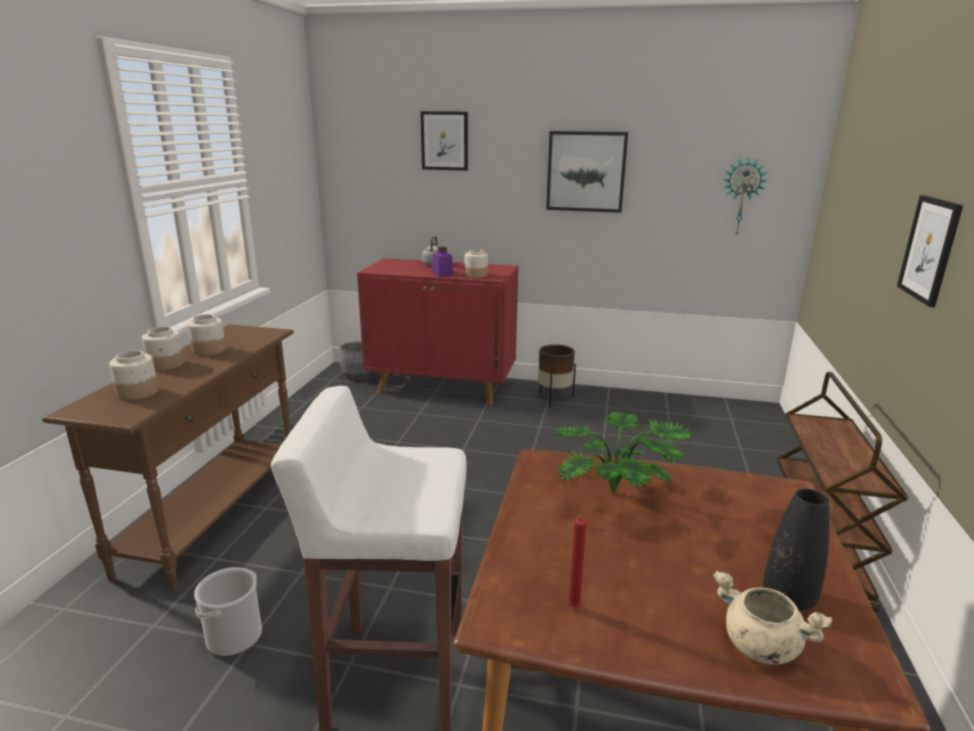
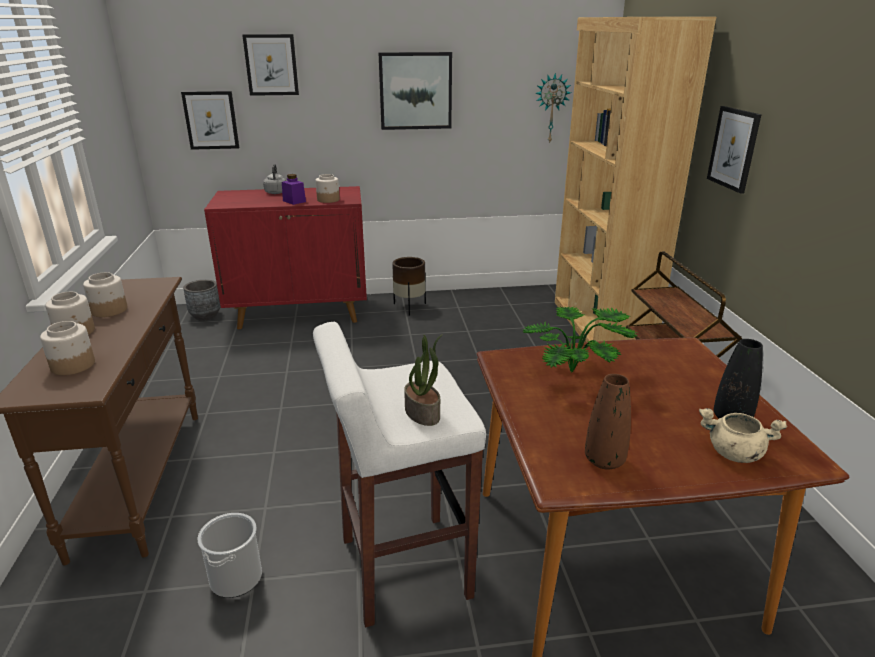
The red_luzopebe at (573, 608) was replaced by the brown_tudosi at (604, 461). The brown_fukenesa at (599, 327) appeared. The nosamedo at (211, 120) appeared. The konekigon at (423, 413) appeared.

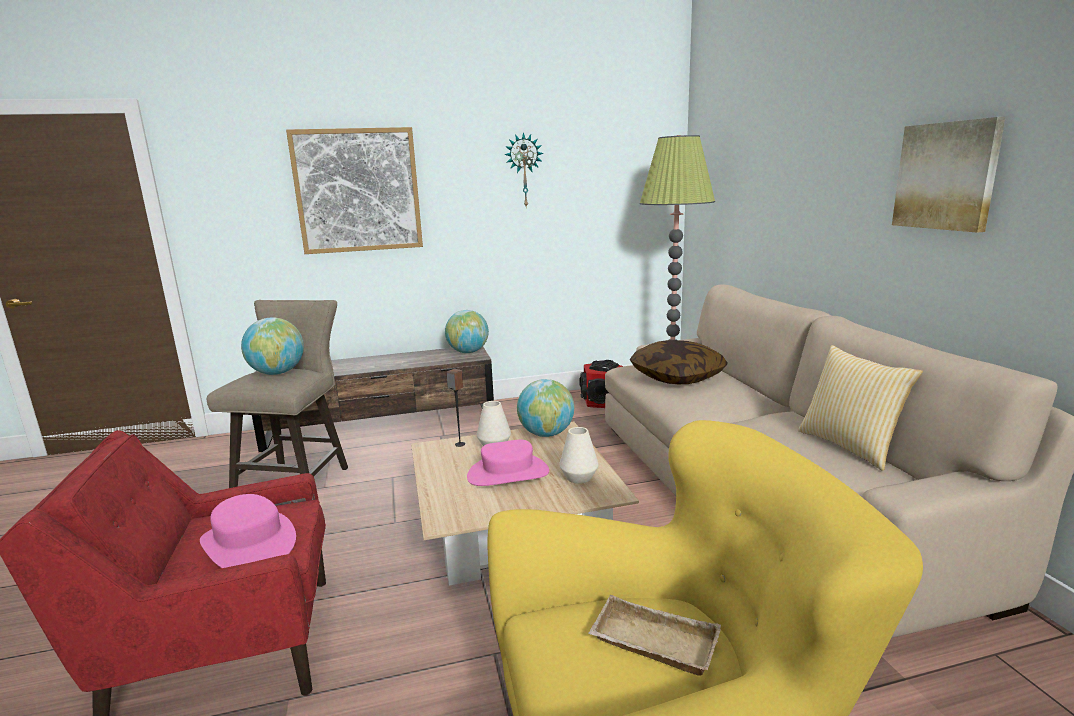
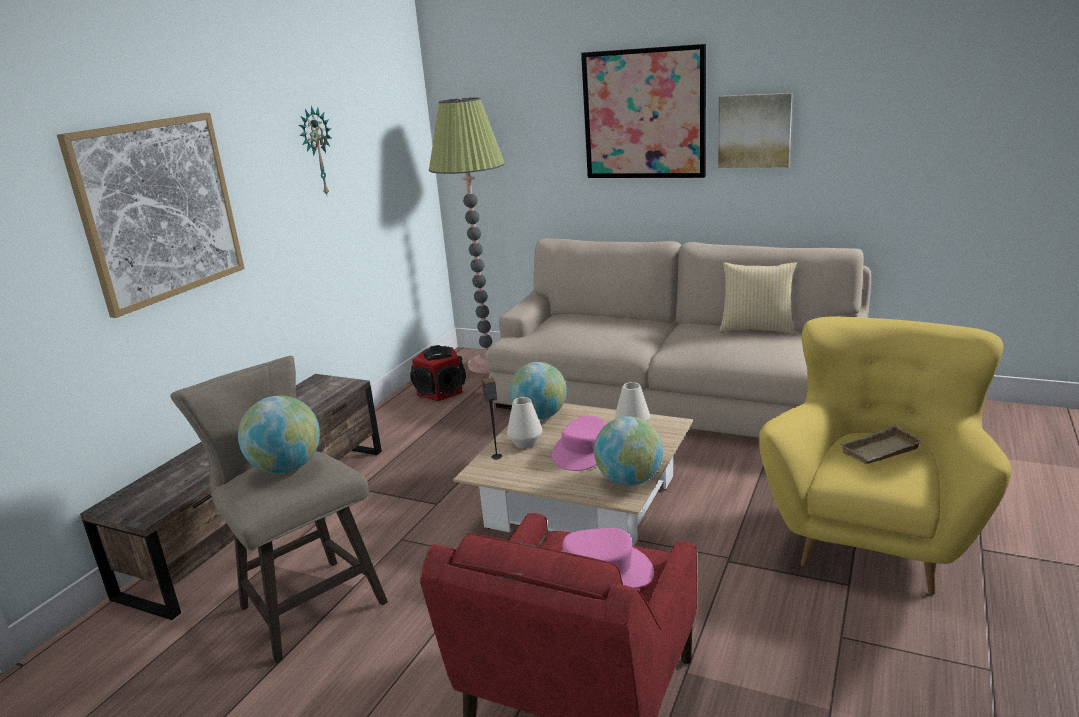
The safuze moved from (468, 352) to (629, 480). The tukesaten at (677, 377) disappeared. The nosamedo at (644, 114) appeared.

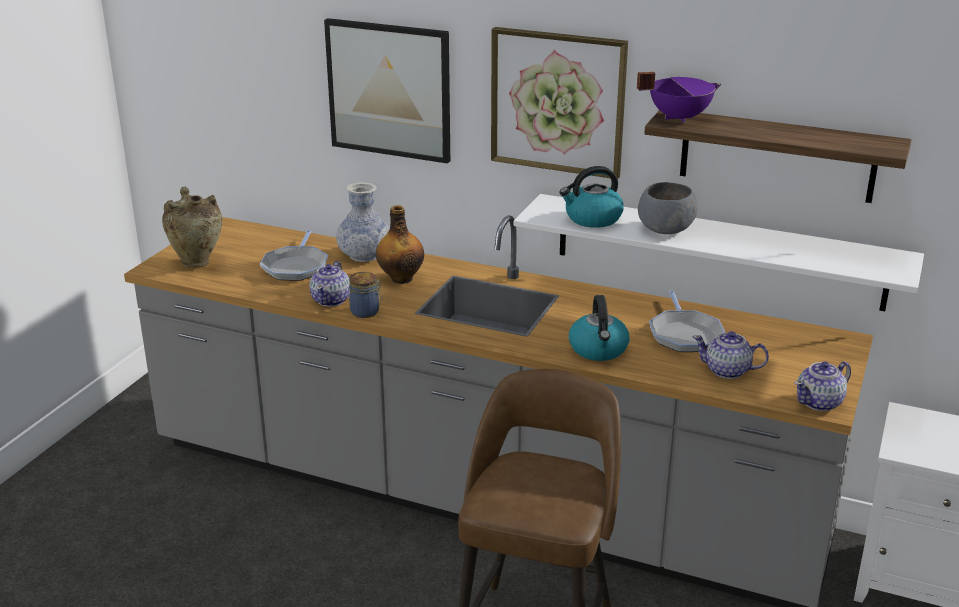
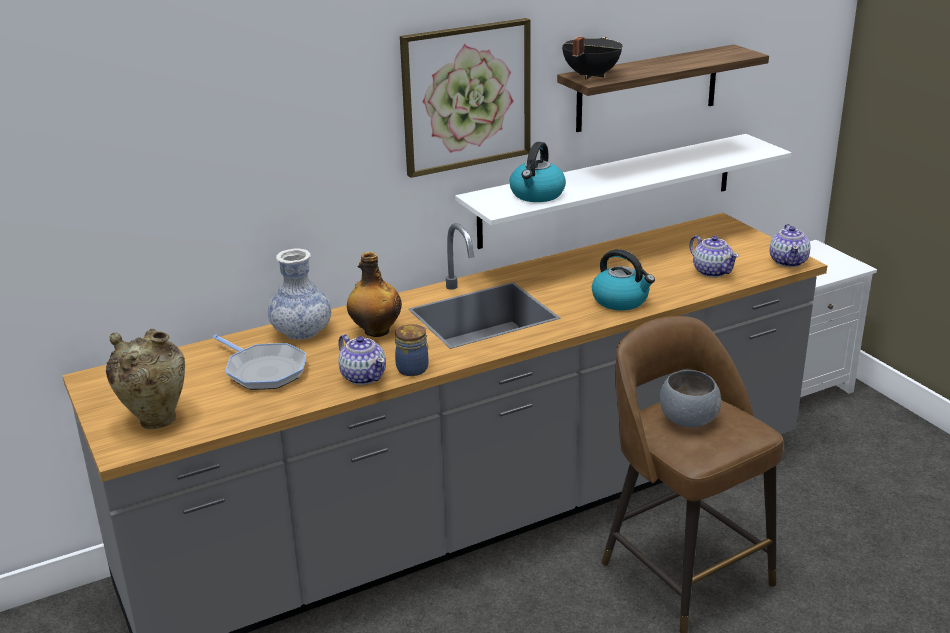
The nosamedo at (389, 90) disappeared. The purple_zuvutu at (678, 117) became the black_zuvutu at (590, 75). The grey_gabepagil moved from (664, 229) to (688, 420). The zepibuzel at (684, 334) disappeared. The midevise at (728, 371) turned 90 degrees counterclockwise.

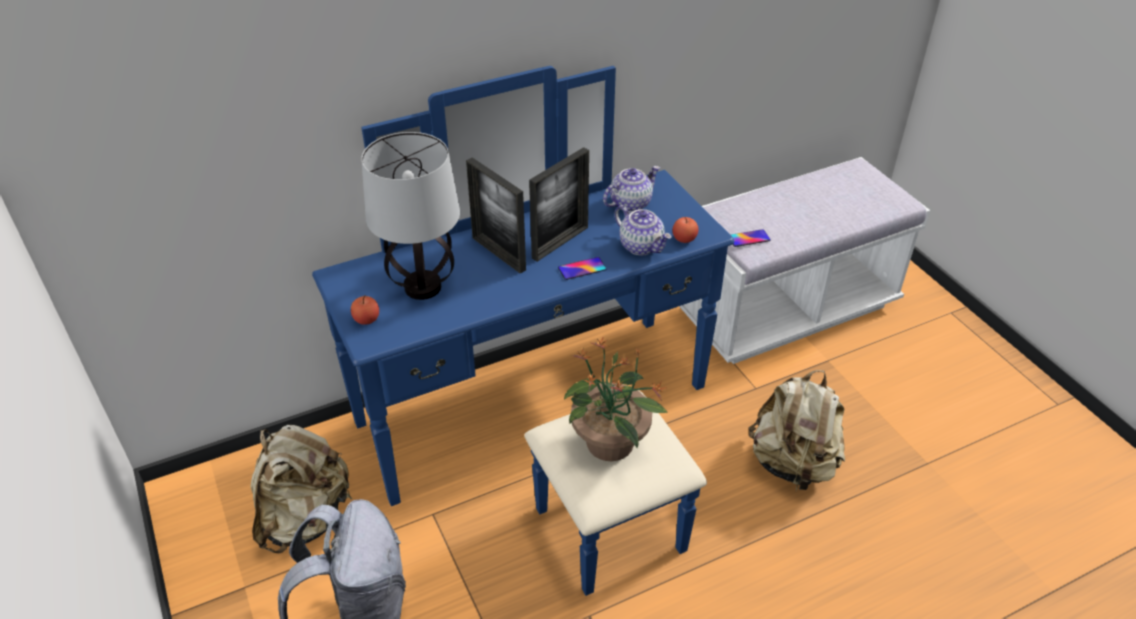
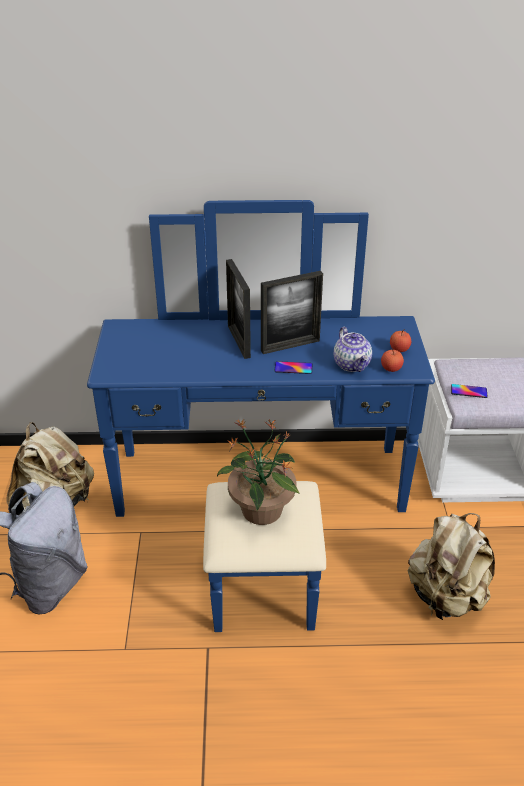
The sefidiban at (422, 287) disappeared. The midevise at (630, 203) disappeared. The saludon moved from (366, 319) to (399, 349).

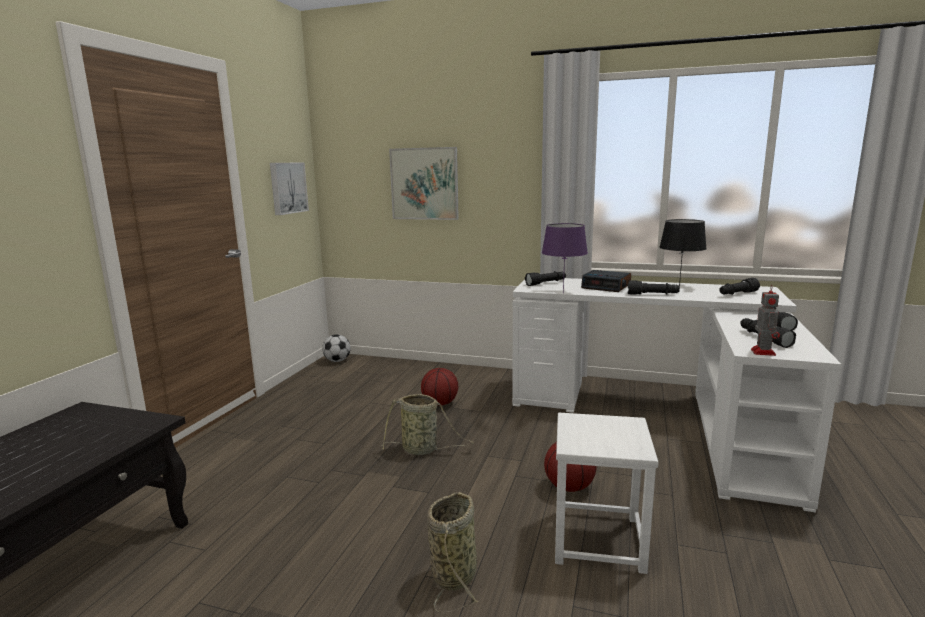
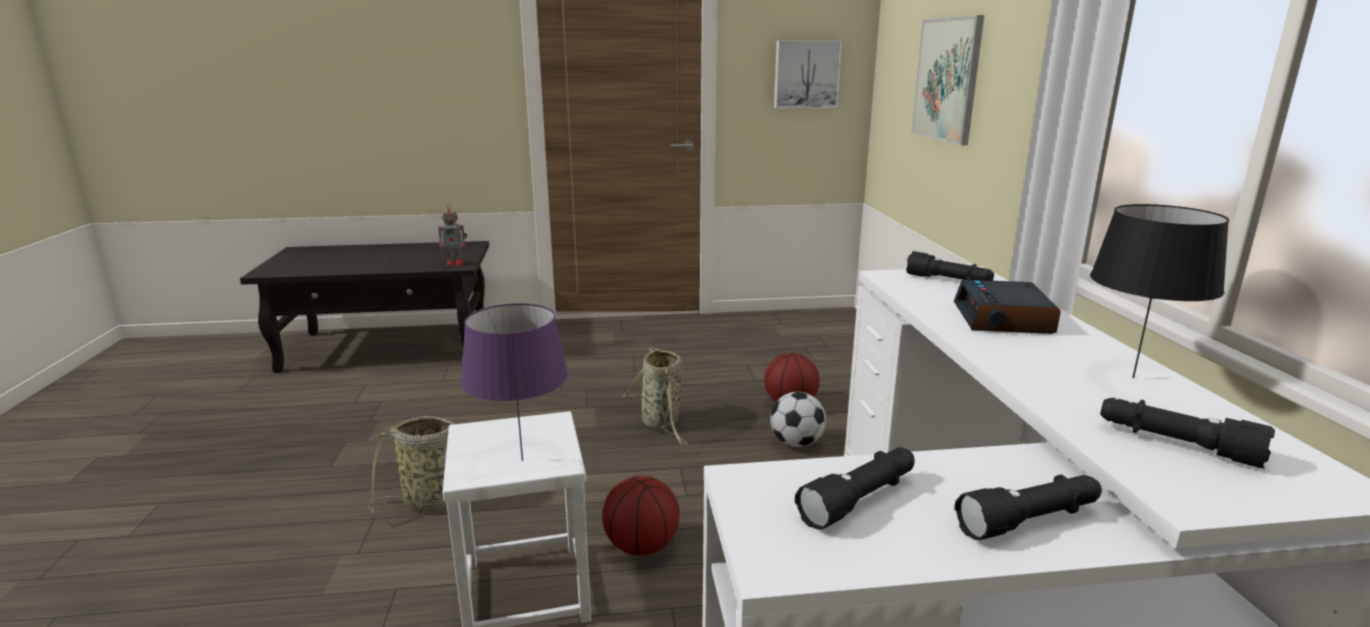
The purple_sefidiban moved from (563, 293) to (521, 460). The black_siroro at (652, 295) disappeared. The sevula moved from (762, 352) to (456, 263). The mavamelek moved from (337, 361) to (797, 443).

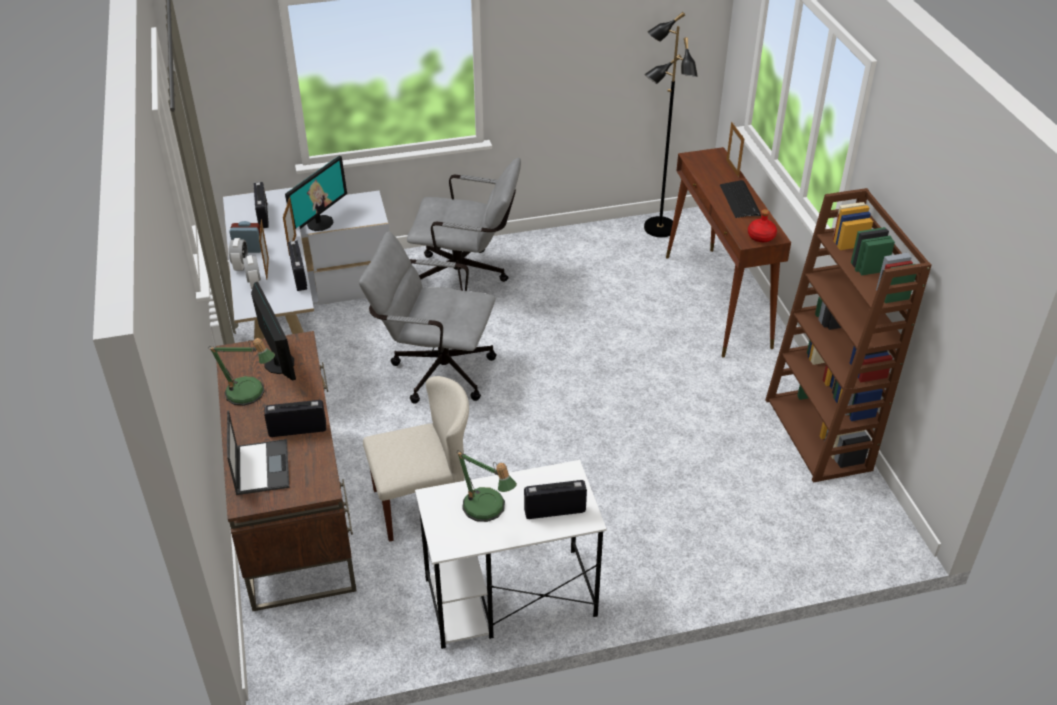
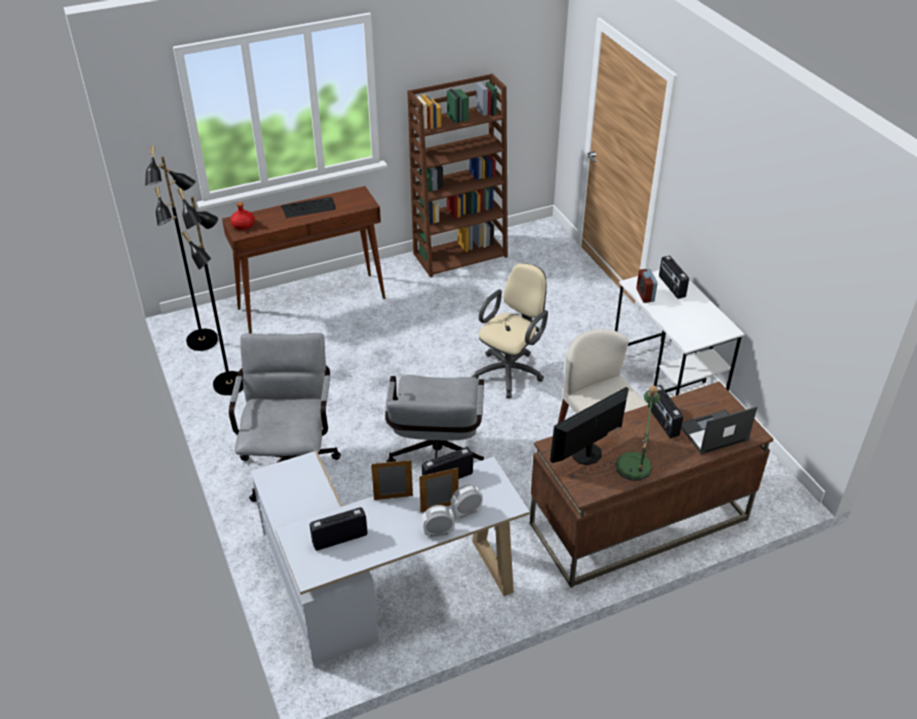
The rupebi at (732, 168) disappeared. The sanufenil at (319, 223) disappeared. The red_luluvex moved from (761, 237) to (243, 225). The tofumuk moved from (248, 249) to (645, 295). The sefidiban at (487, 511) disappeared. The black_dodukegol at (231, 384) appeared. The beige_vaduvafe at (510, 371) appeared.

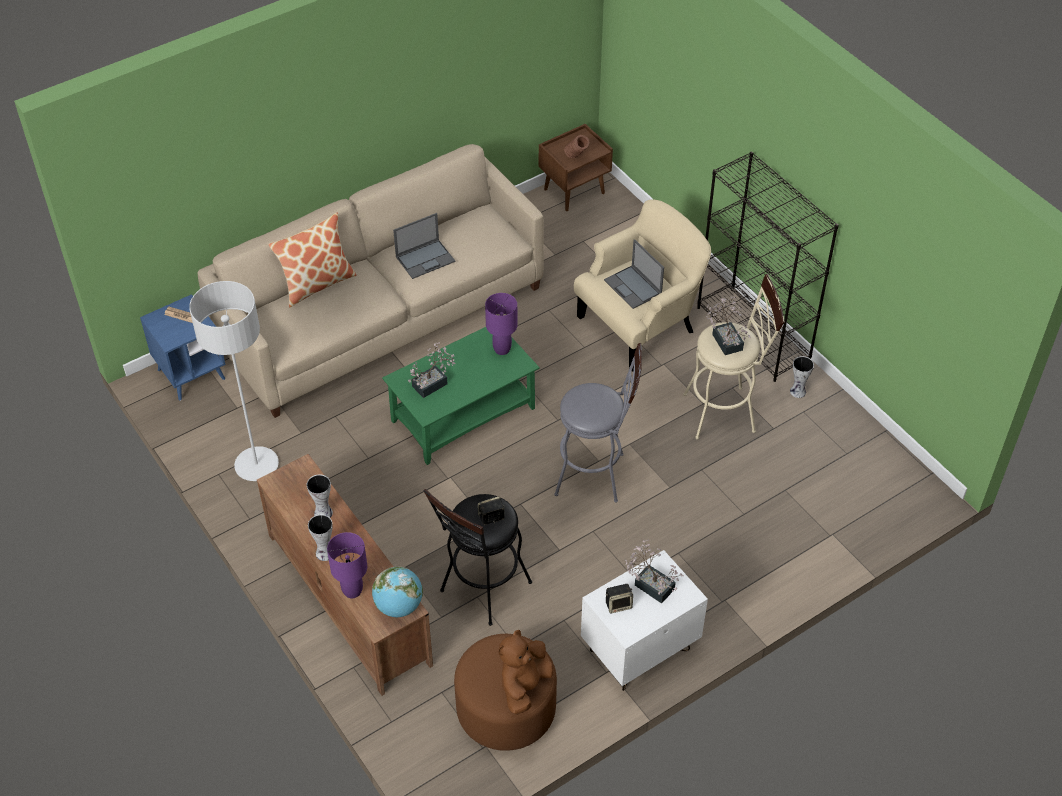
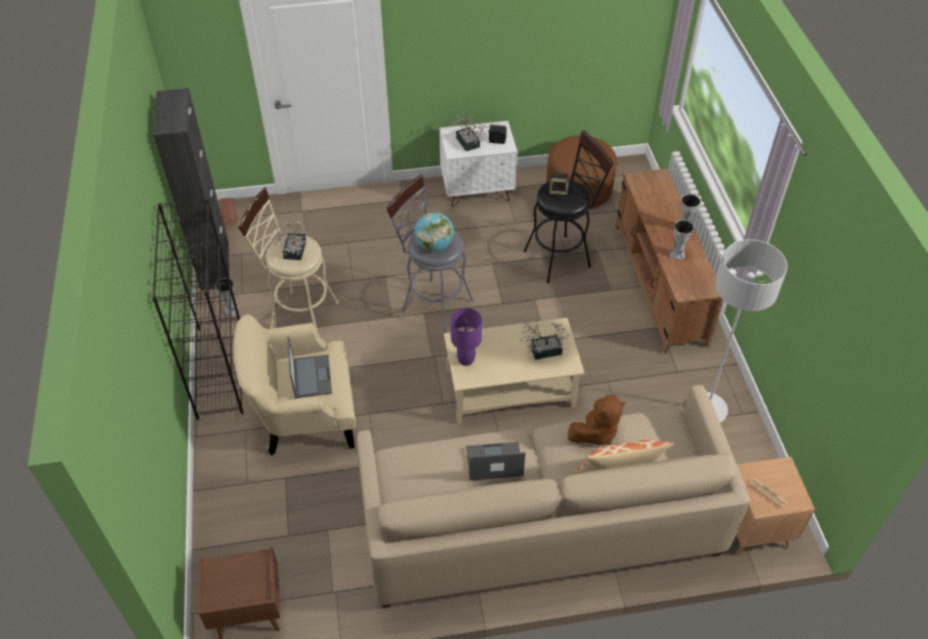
The brown_tudosi moved from (576, 159) to (230, 221). The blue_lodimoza at (191, 374) became the brown_lodimoza at (754, 528). The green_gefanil at (464, 414) became the beige_gefanil at (509, 390). The purple_sefidiban at (352, 591) disappeared. The safuze moved from (399, 606) to (434, 245). The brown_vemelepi moved from (524, 686) to (596, 432). The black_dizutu at (215, 266) appeared.

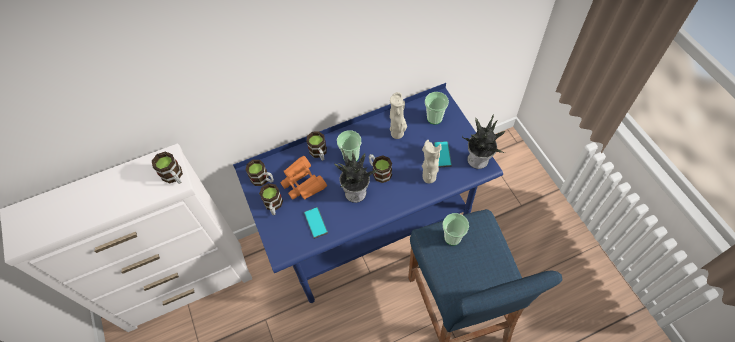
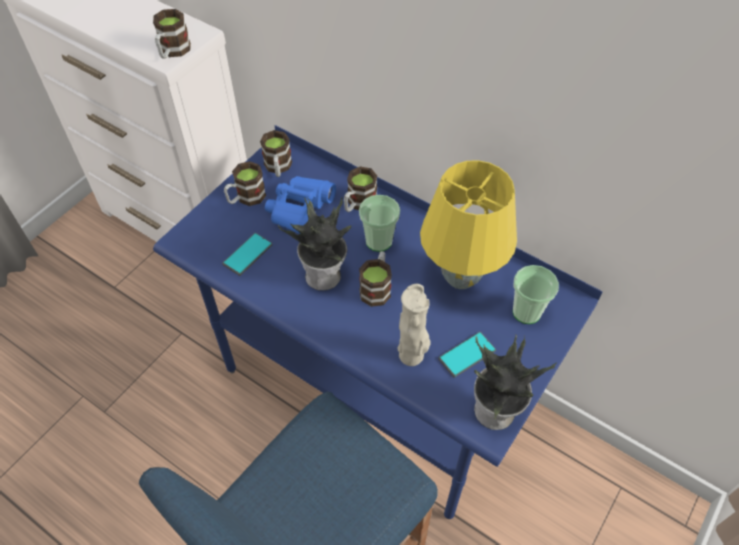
The beige_tudosi at (398, 134) was replaced by the yellow_sefidiban at (460, 278). The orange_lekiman at (303, 183) became the blue_lekiman at (300, 210). The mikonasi at (452, 237) disappeared.

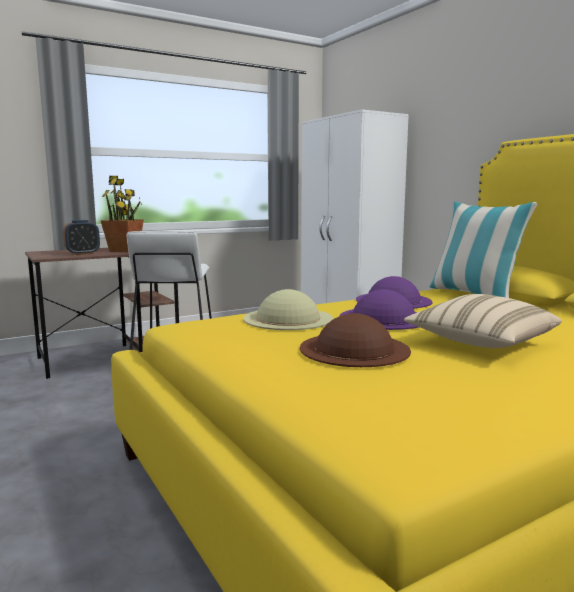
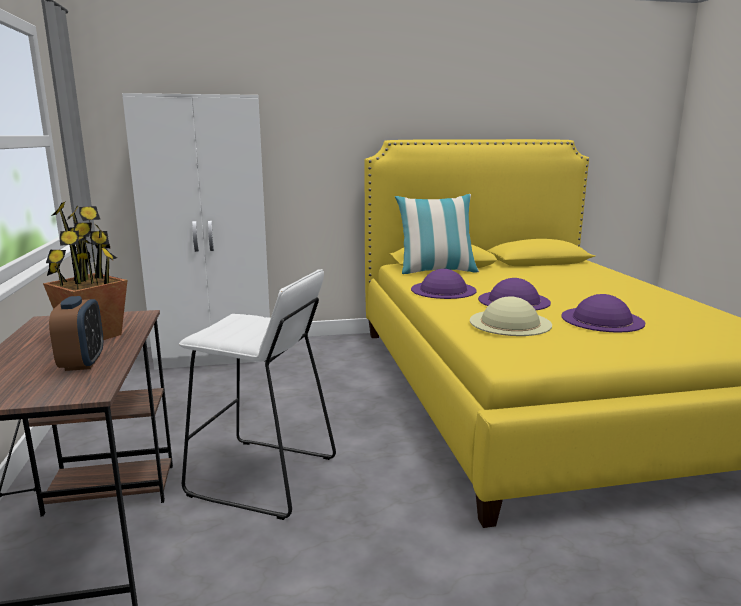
The beige_tukesaten at (480, 343) disappeared. The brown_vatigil at (354, 349) became the purple_vatigil at (602, 319).

